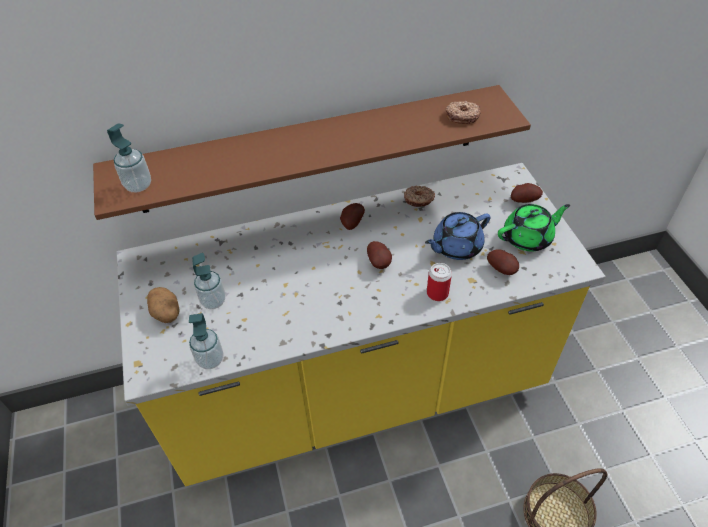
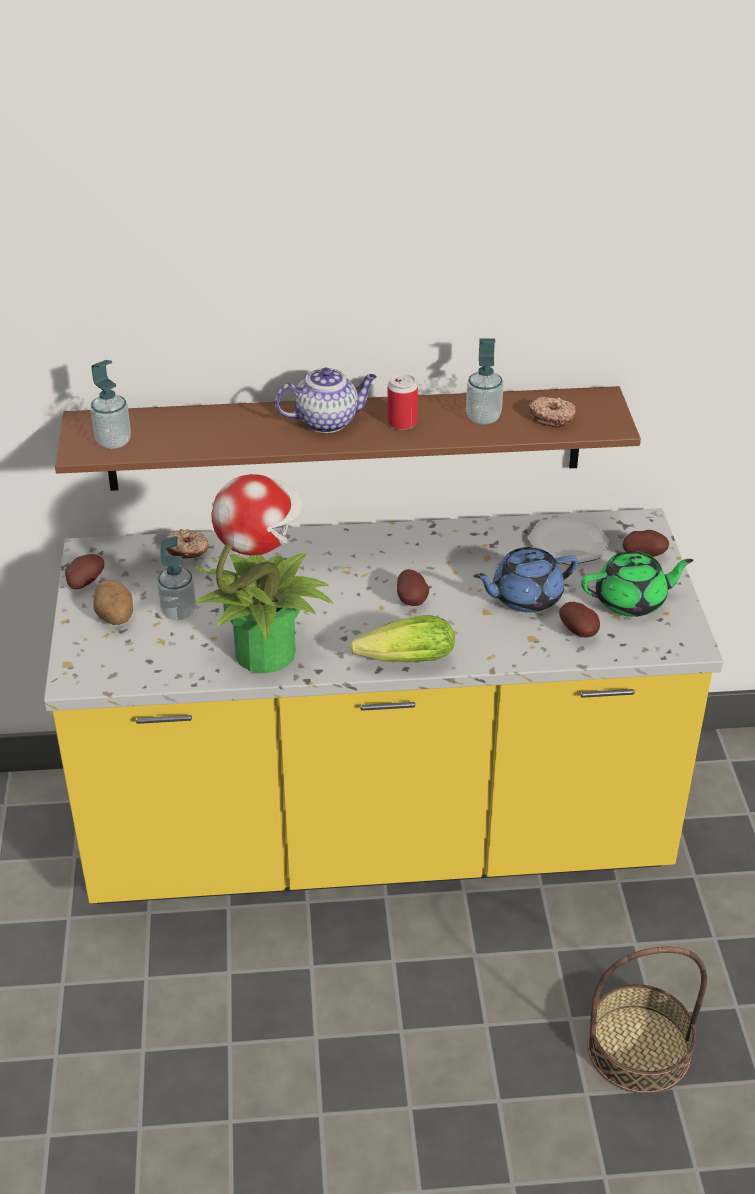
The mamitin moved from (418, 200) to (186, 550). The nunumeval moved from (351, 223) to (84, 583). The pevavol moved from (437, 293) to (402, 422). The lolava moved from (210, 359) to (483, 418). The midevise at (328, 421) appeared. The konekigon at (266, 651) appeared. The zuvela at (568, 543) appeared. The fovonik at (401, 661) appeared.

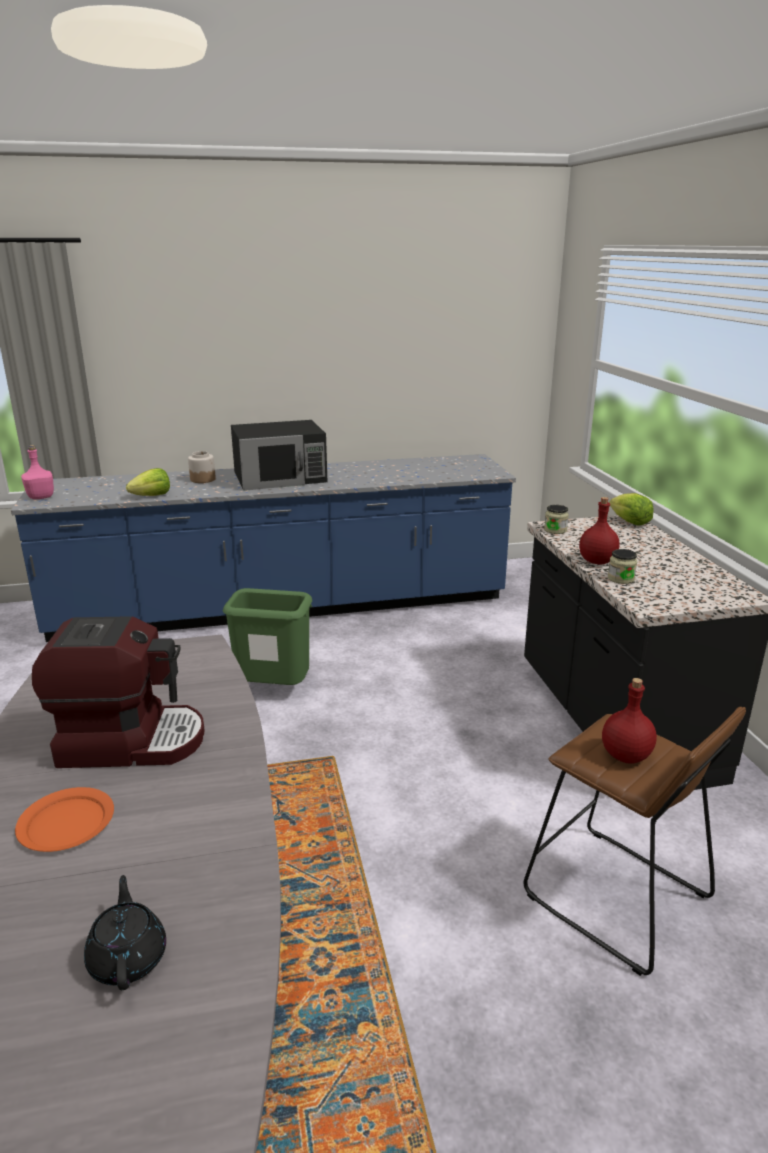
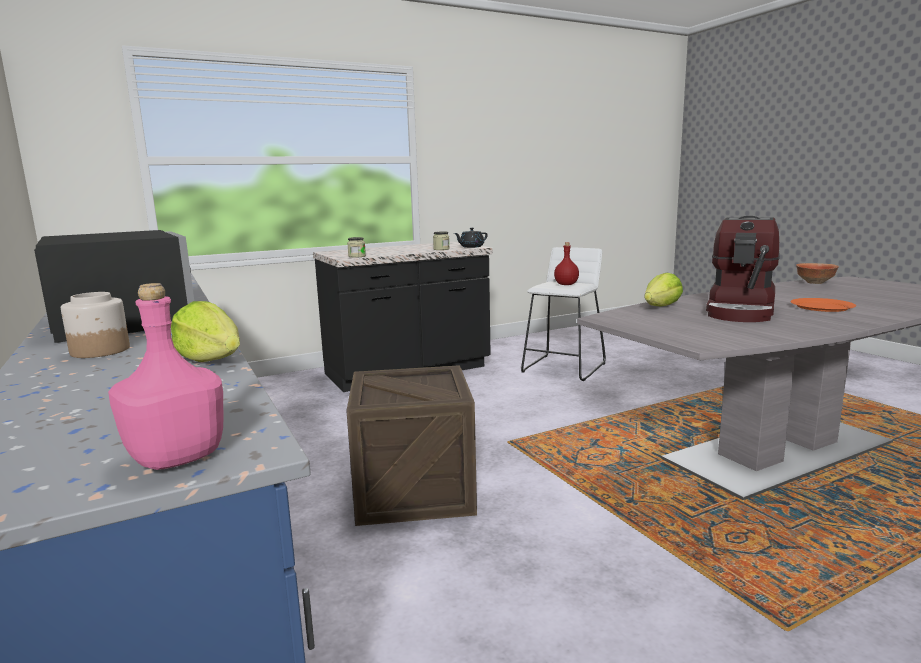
The fovonik moved from (629, 522) to (661, 306). The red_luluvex at (596, 561) disappeared. The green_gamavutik at (274, 691) was replaced by the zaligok at (414, 490). The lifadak at (131, 741) turned 135 degrees counterclockwise. The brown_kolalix at (615, 897) became the white_kolalix at (564, 368). The black_midevise moved from (128, 957) to (471, 247). The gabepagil at (815, 283) appeared.

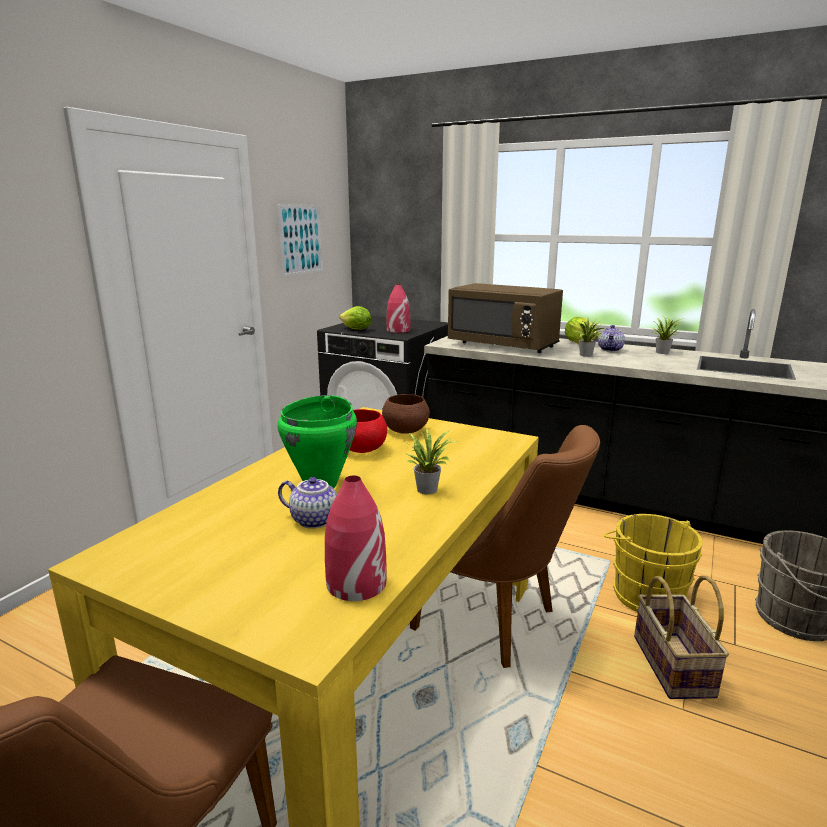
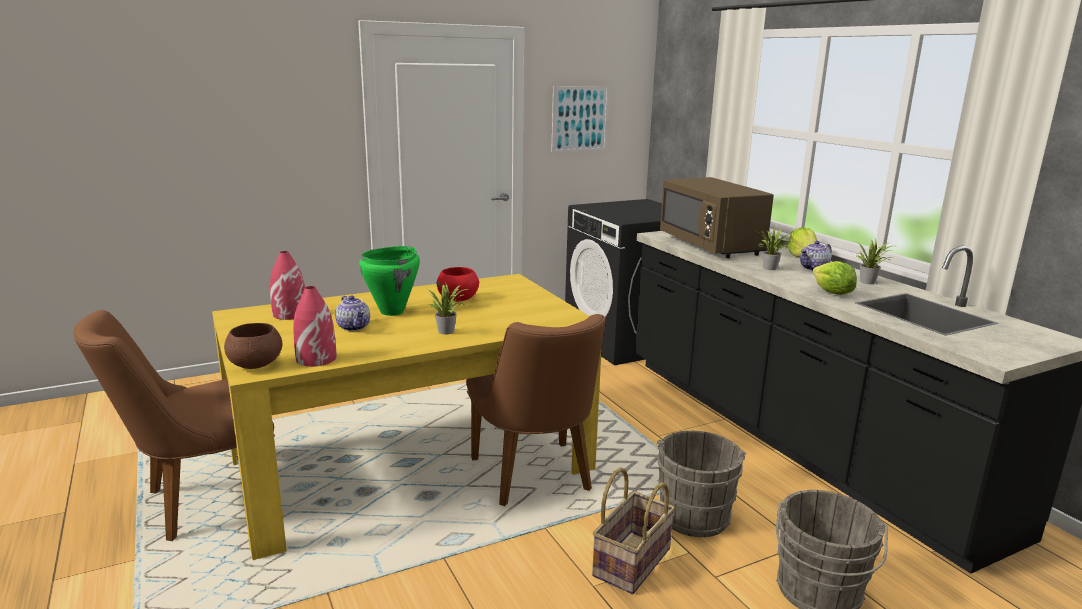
The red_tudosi moved from (398, 330) to (290, 314). The fovonik moved from (356, 329) to (832, 293). The brown_gabepagil moved from (405, 431) to (255, 365). The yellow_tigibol at (645, 593) became the grey_tigibol at (694, 513).

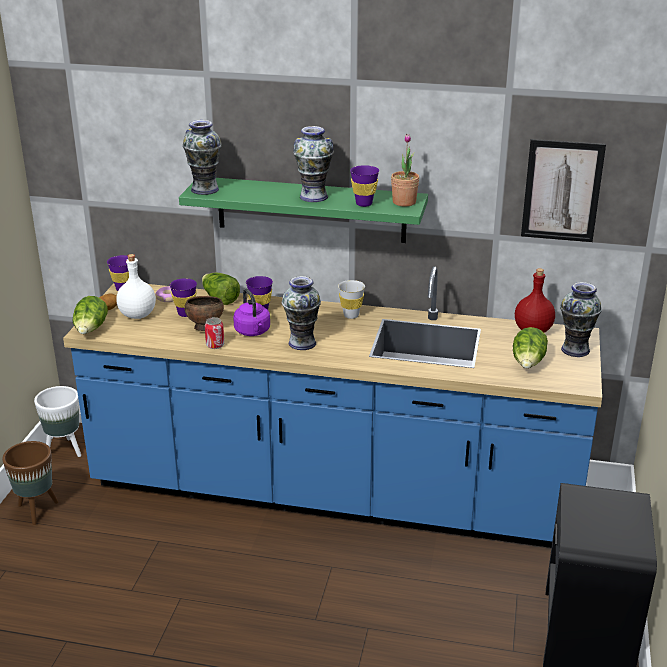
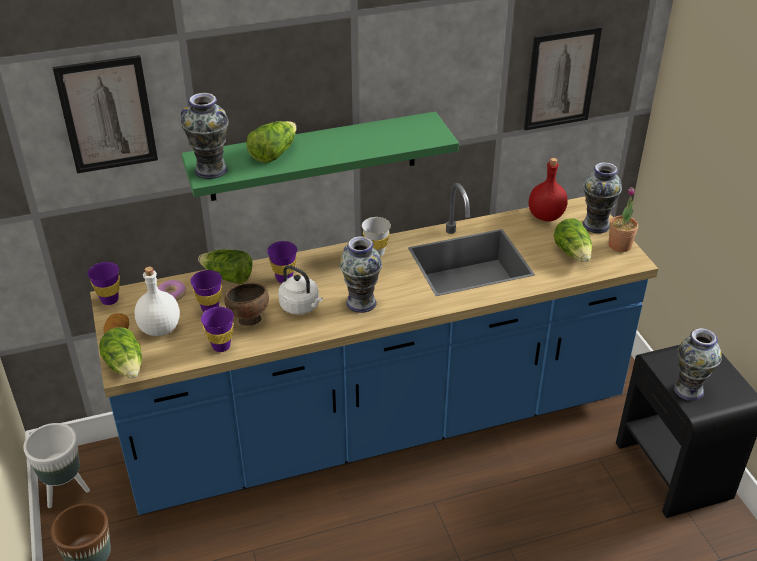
The tudosi moved from (313, 197) to (688, 389). The konekigon moved from (404, 202) to (619, 245). The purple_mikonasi moved from (364, 204) to (221, 346). The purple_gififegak at (253, 332) became the white_gififegak at (301, 307). The pevavol at (215, 345) disappeared. The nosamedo at (107, 115) appeared. The fovonik at (273, 153) appeared.

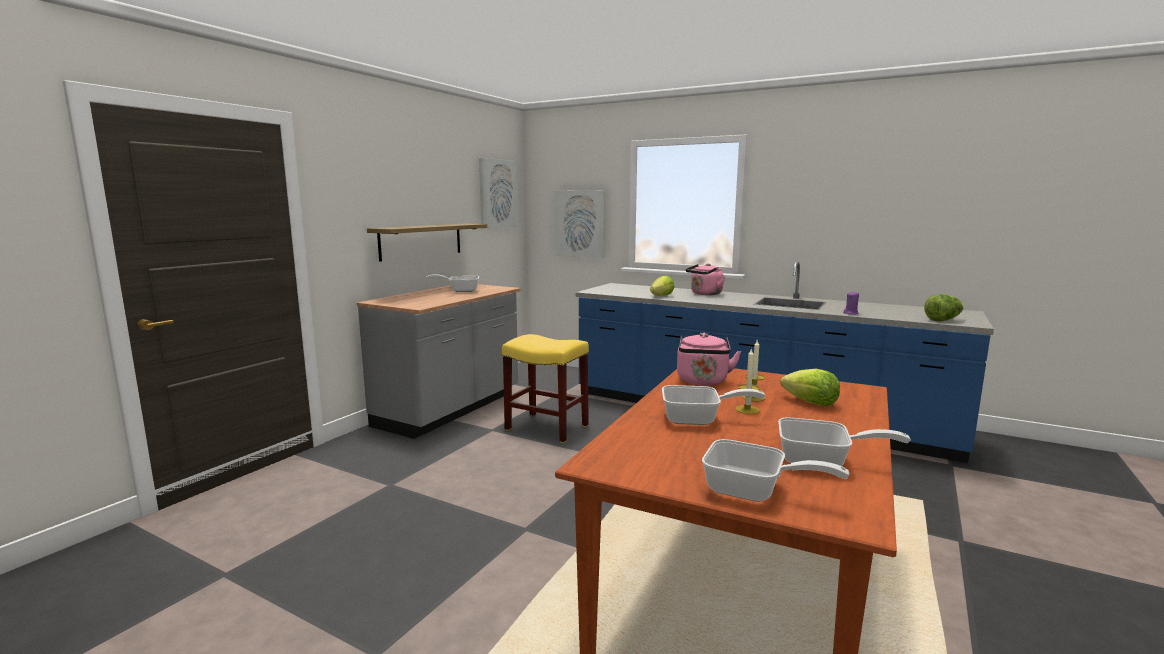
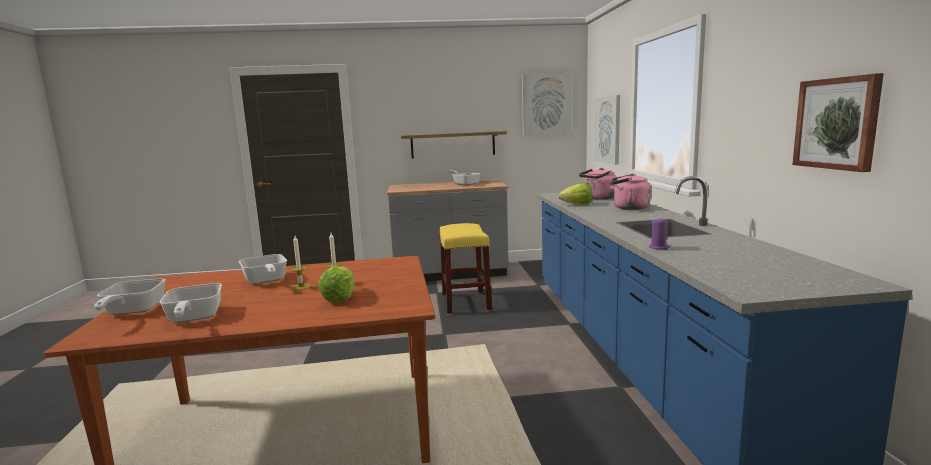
The fovonik at (943, 320) disappeared. The pink_gififegak moved from (702, 382) to (599, 198). The nosamedo at (837, 123) appeared.

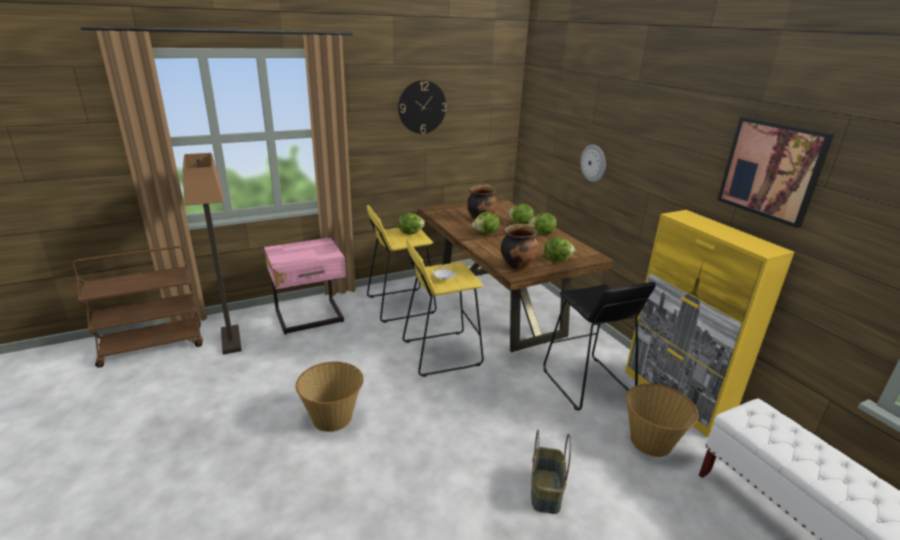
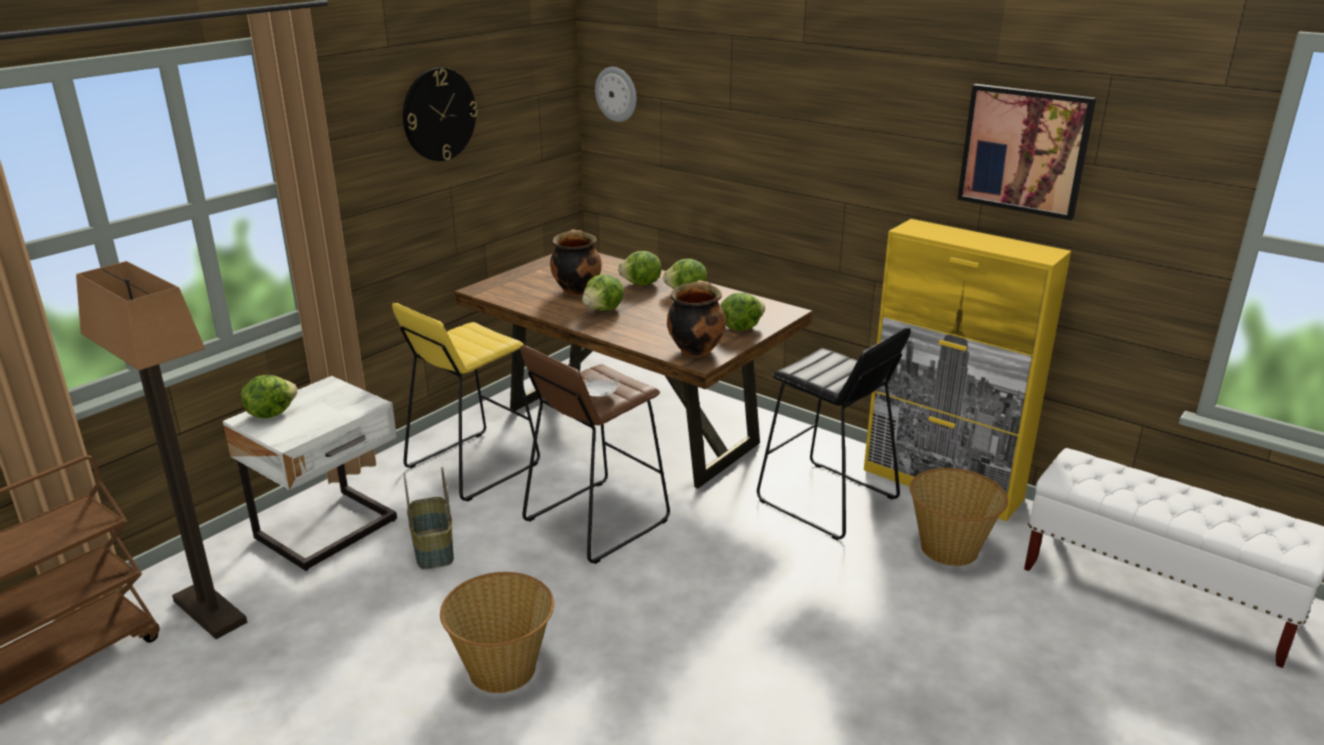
The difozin moved from (593, 163) to (616, 94). The fovonik moved from (410, 232) to (270, 413). The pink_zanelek at (310, 318) became the white_zanelek at (330, 531). The yellow_kolalix at (440, 353) became the brown_kolalix at (595, 521). The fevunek moved from (546, 491) to (434, 549).

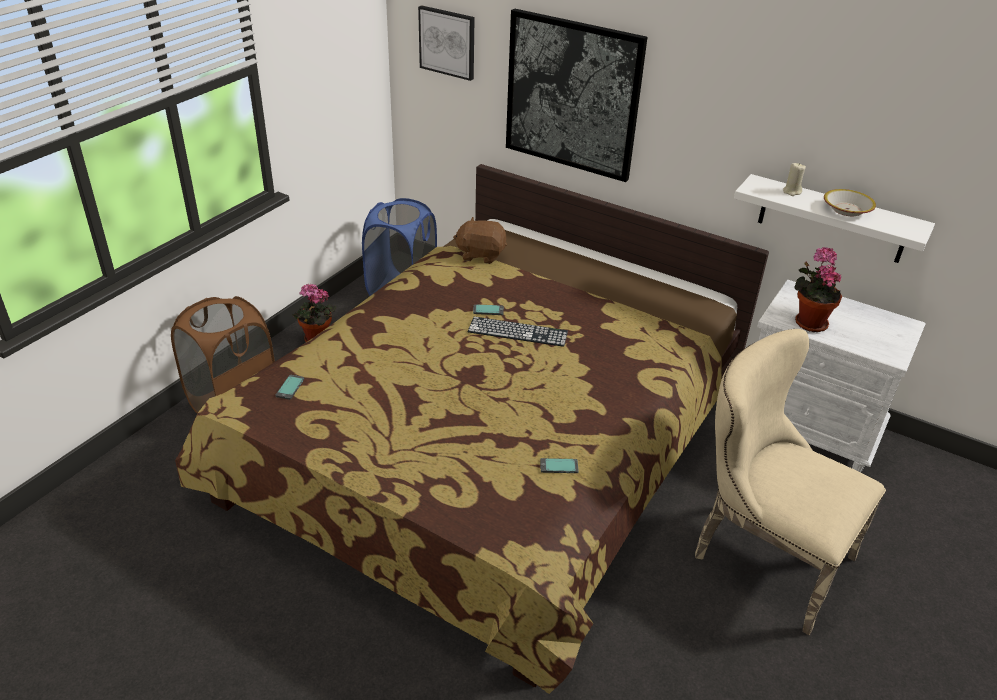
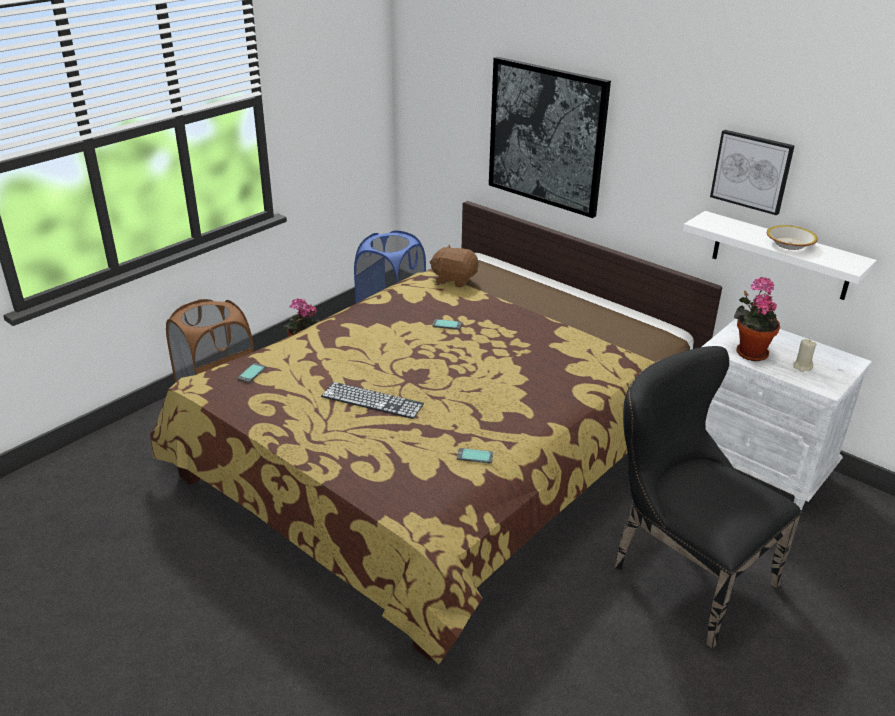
The nosamedo moved from (447, 42) to (751, 171). The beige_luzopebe moved from (791, 192) to (802, 366). The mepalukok moved from (517, 331) to (372, 400). The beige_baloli at (762, 555) became the black_baloli at (682, 573).

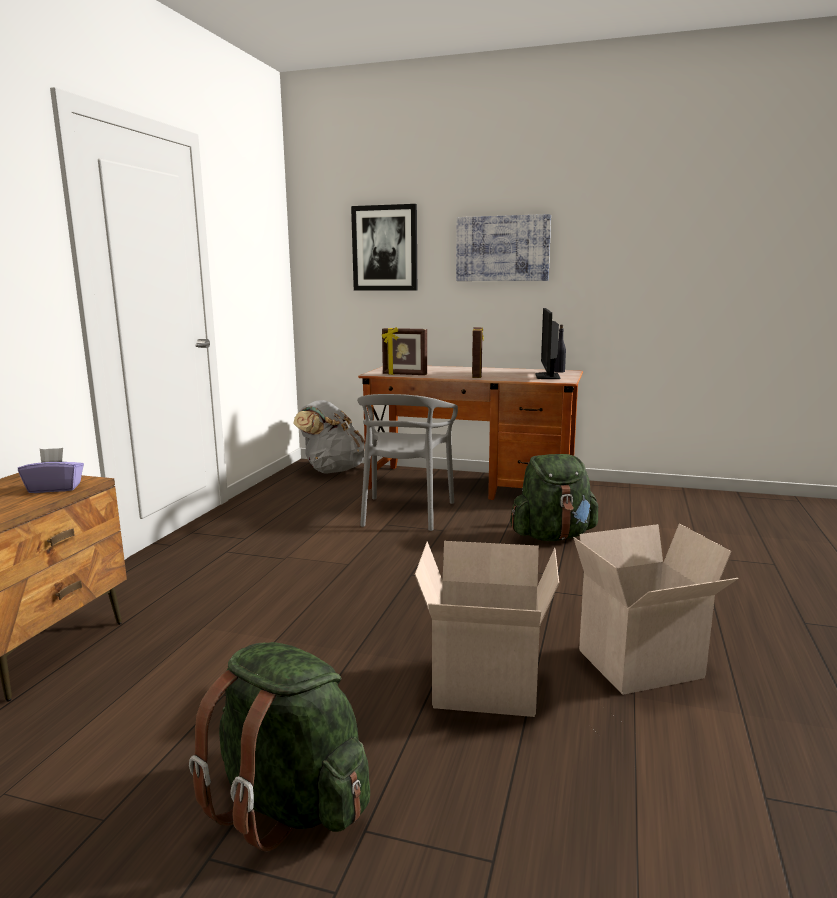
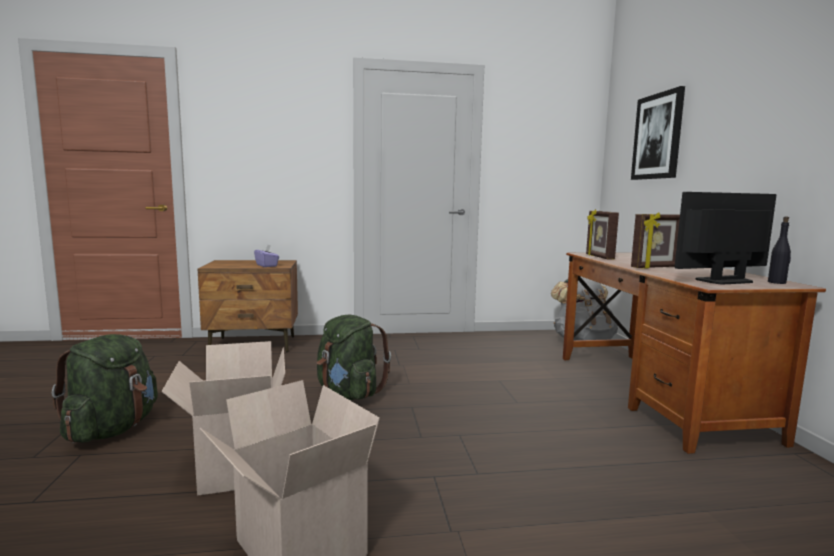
The nosamedo at (502, 248) disappeared. The grey_baloli at (405, 513) disappeared. The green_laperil moved from (552, 536) to (349, 394).

